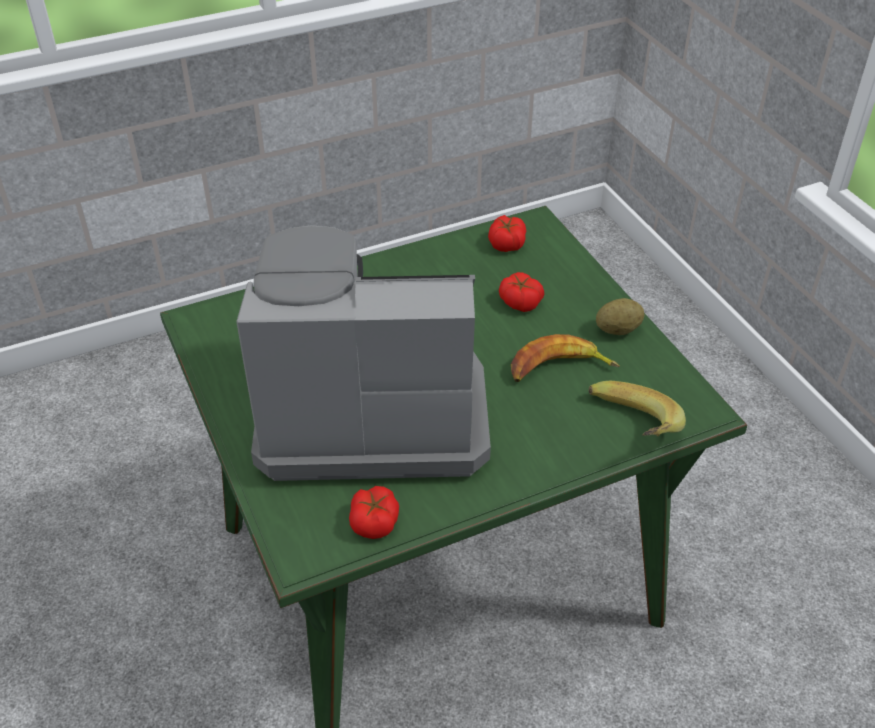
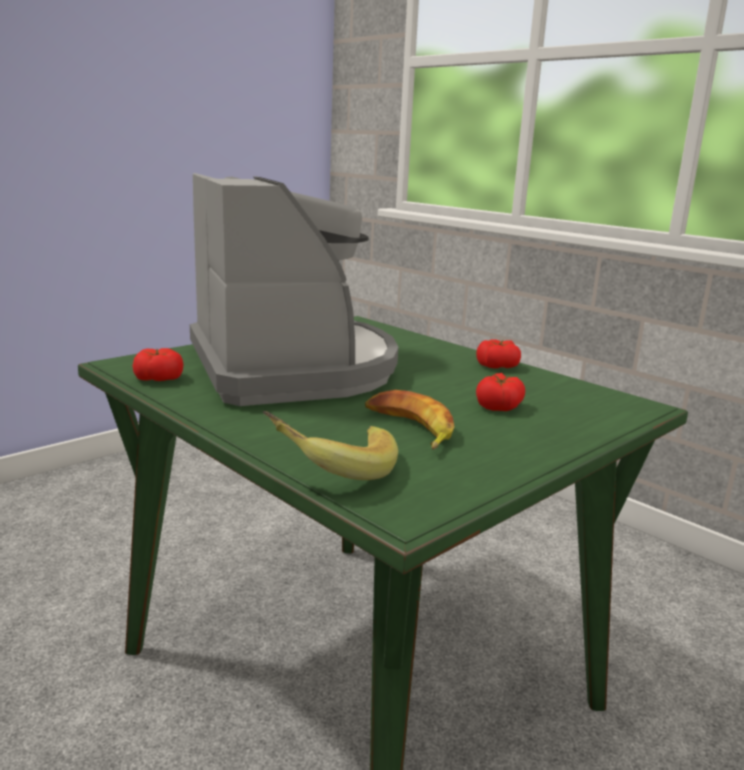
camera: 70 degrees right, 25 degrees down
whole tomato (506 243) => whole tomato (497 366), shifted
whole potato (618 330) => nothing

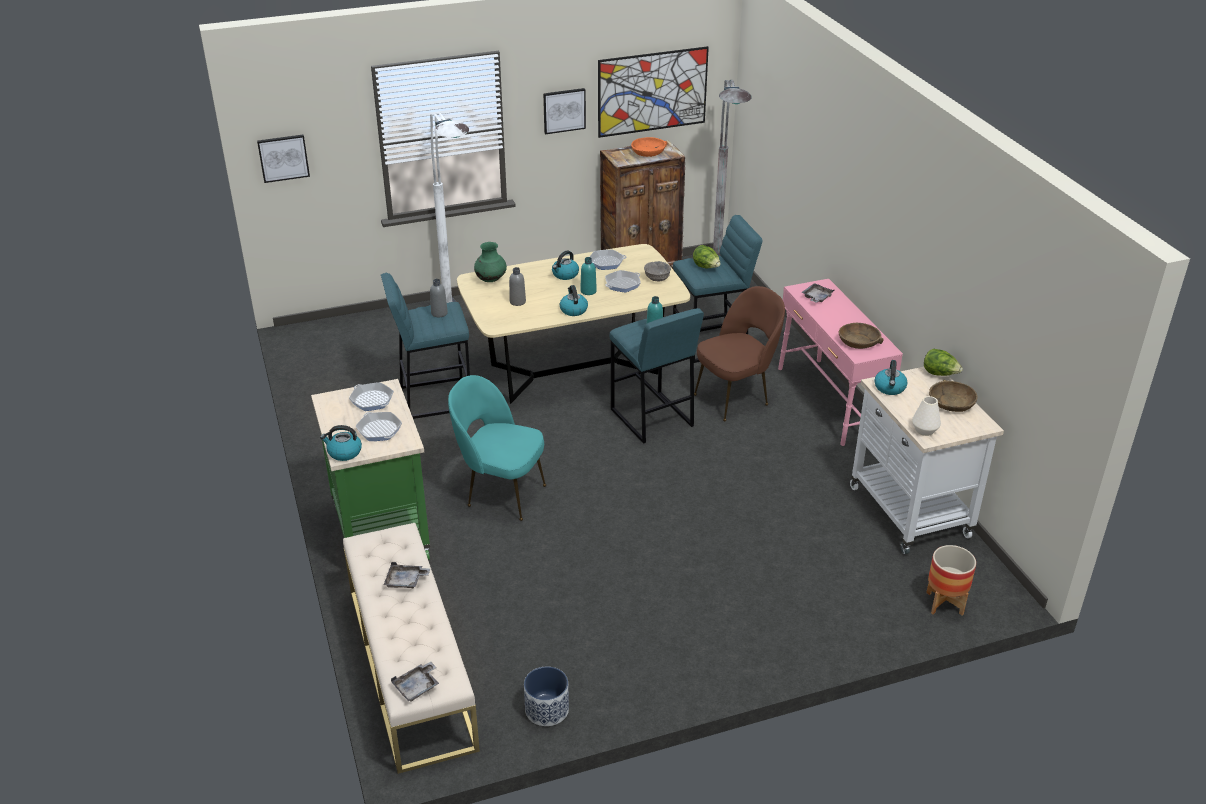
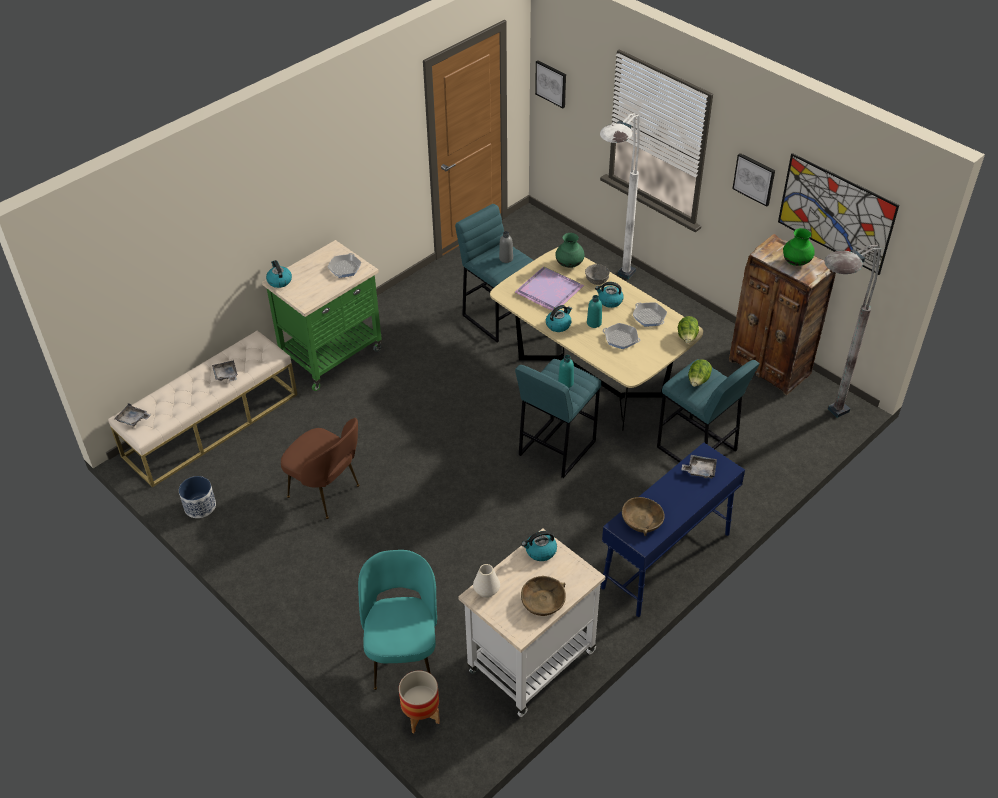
camera: 65 degrees right, 10 degrees up
chair (brownish) (736 398) => chair (brownish) (328 494), shifted
chair (blue-green) (501 494) => chair (blue-green) (403 656), shifted
beverage bottle (grey) (517 302) => carrying tray (purplish) (547 291)
deep dish (grey) (657 278) => deep dish (grey) (597 280), shifted
console table (pink-coloured) (829 401) => console table (blue-coloured) (665 560)
head of lettuce (940 374) => head of lettuce (687 338), shifted
deep dish (orangey) (648 152) => decorative vase (green-coloured) (796 262)
frying pan (379 430) => nothing

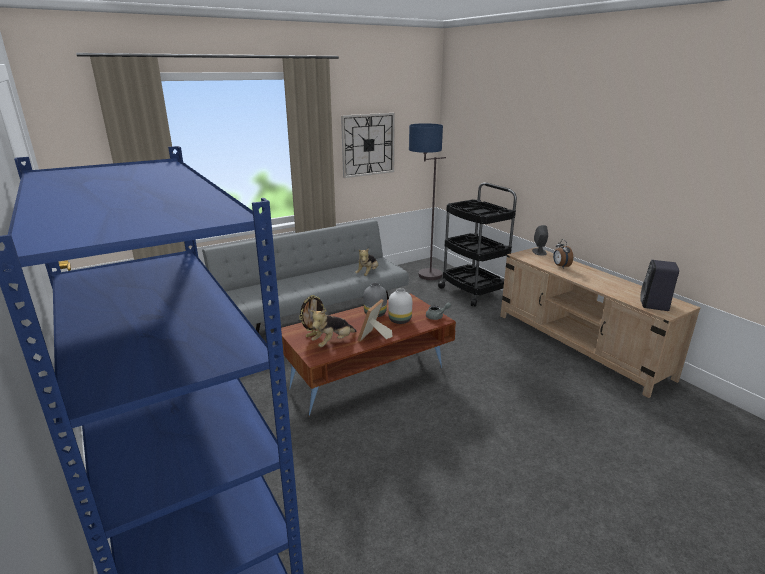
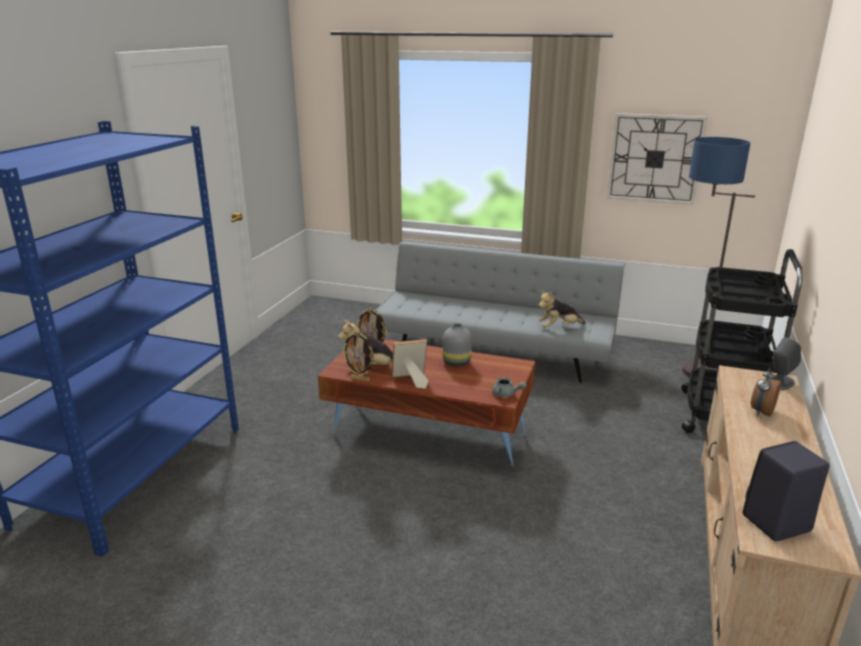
camera: 50 degrees right, 0 degrees up
nothing => standing frame (360 379)
decorative vase (white) (400 320) => nothing

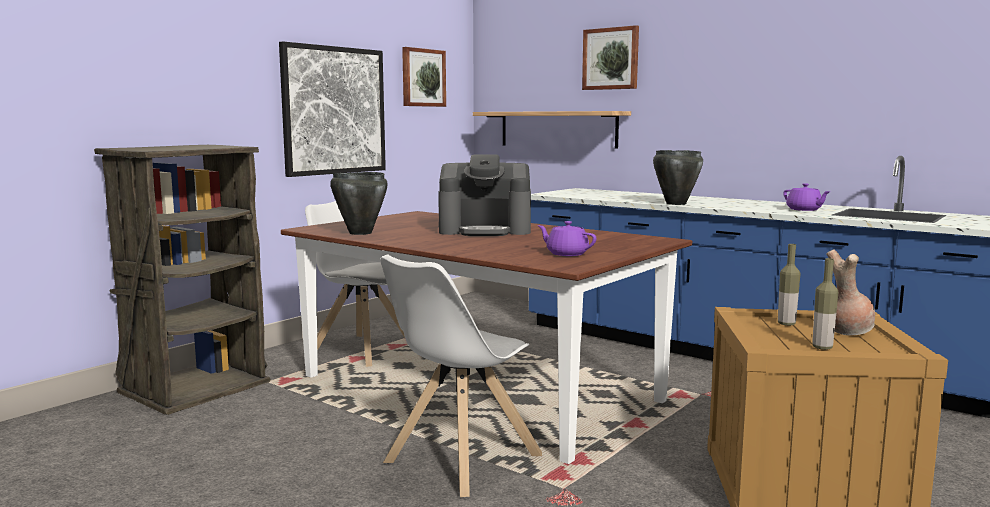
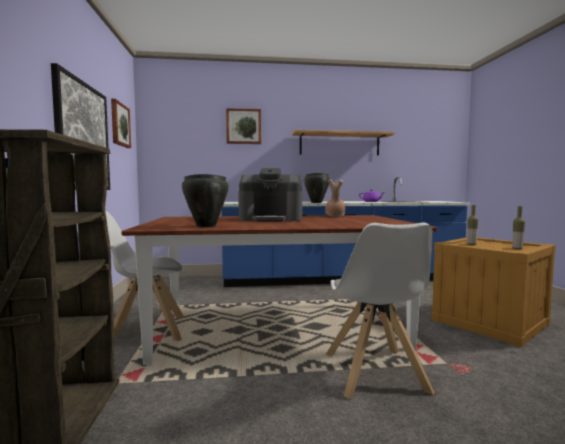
camera: 45 degrees left, 5 degrees down
coffee maker (485 230) => coffee maker (271 219), 45 degrees clockwise
wall shelf (557 129) => wall shelf (339 144), shifted
decorative vase (brownish) (846 331) => decorative vase (brownish) (334 216), shifted
pot for tea (purplish) (566 254) => nothing

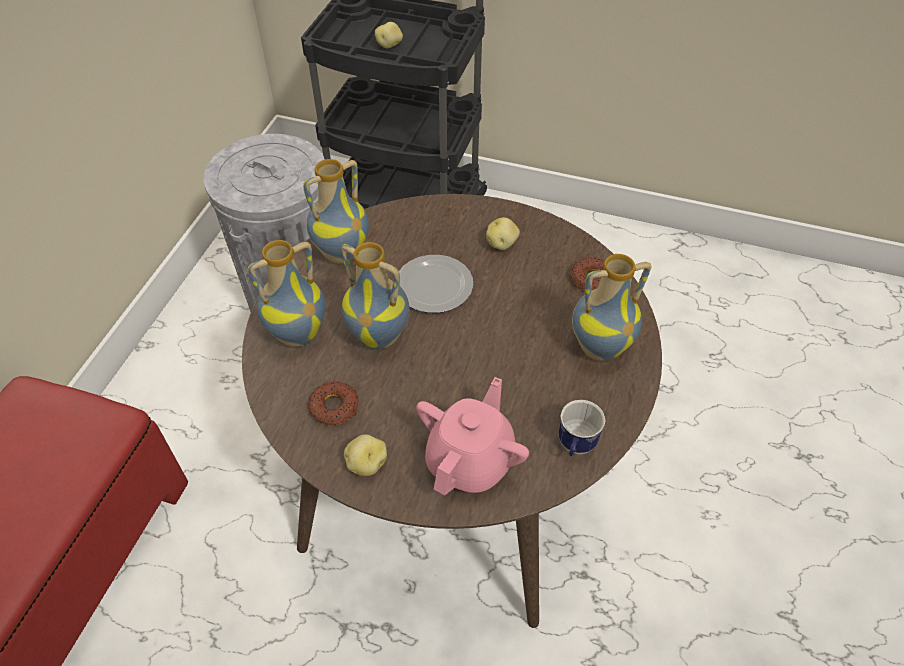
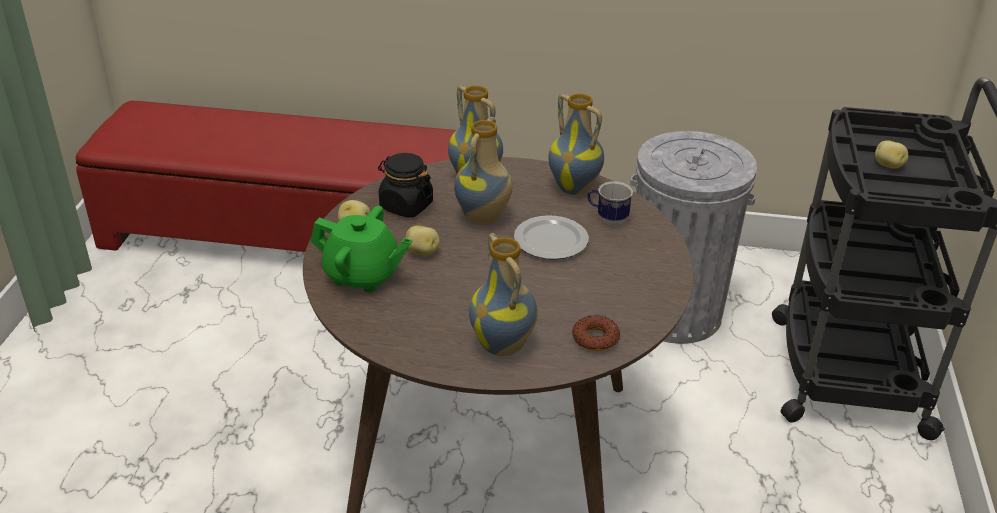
camera: 80 degrees right, 15 degrees down
pot for tea (pink-coloured) (470 460) => pot for tea (green-coloured) (362 275)
doughnut (334 407) => jar (blackish) (406 206)
whole potato (502 244) => whole potato (422 252), shifted
coffee mug (575 446) => coffee mug (607 219), shifted

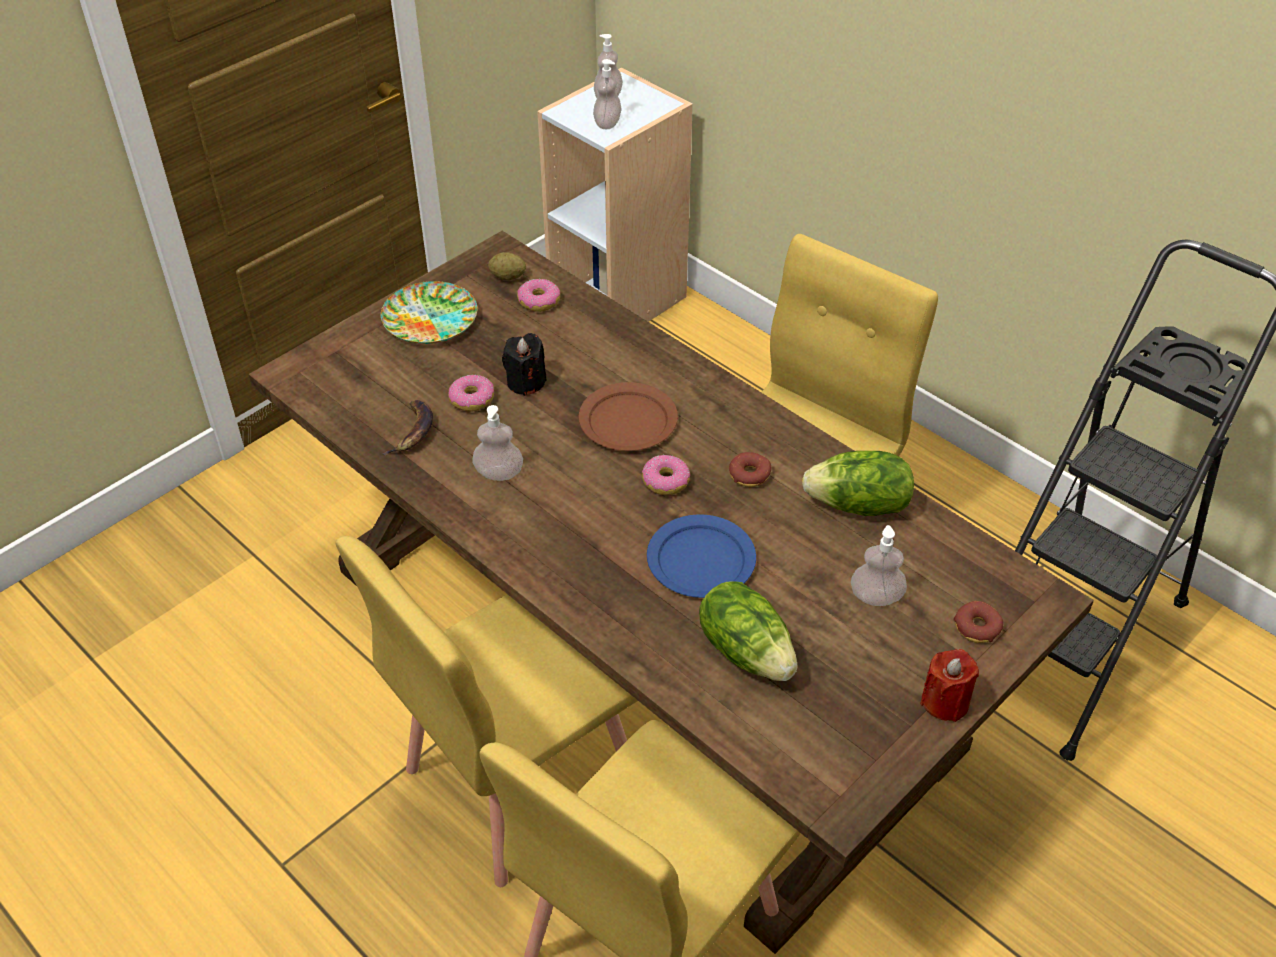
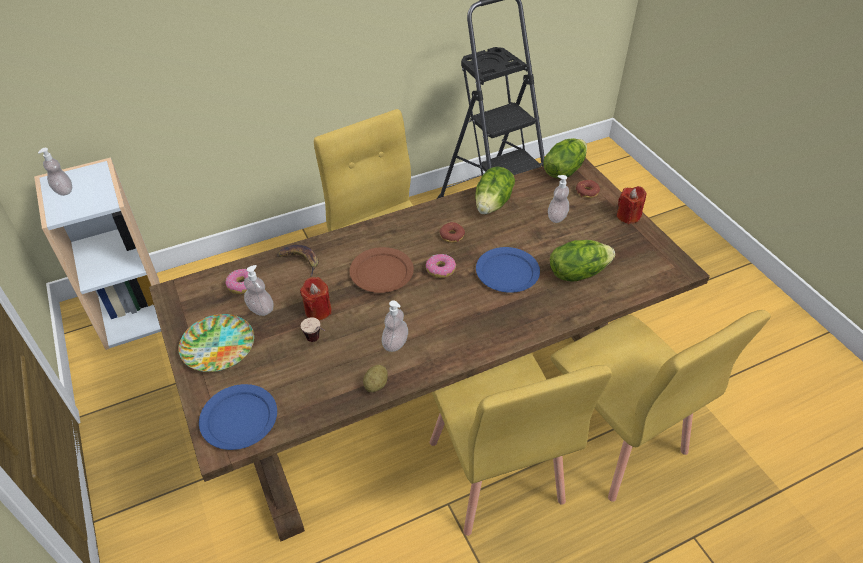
camera: 70 degrees left, 0 degrees up
nothing => flat dish (blue-coloured) (240 418)
soap bottle (607 123) => soap bottle (261 309), shifted
banana fruit (413 432) => banana fruit (300 260), shifted
wax candle (blackish) (526 382) => wax candle (red) (318 310)
doughnut (472 399) => drinking cup (317 341)
whole potato (508 277) => whole potato (376 385), shifted
nothing => head of lettuce (563 170)

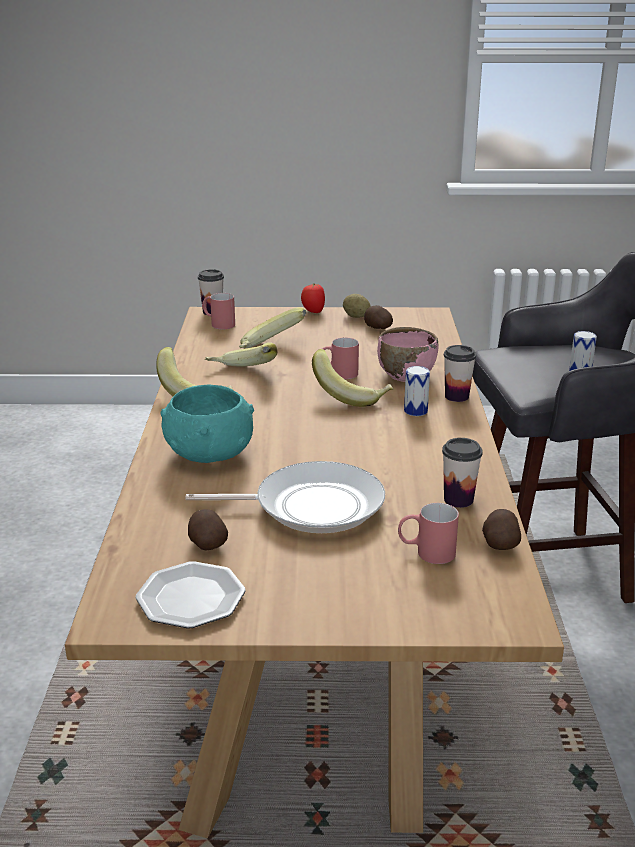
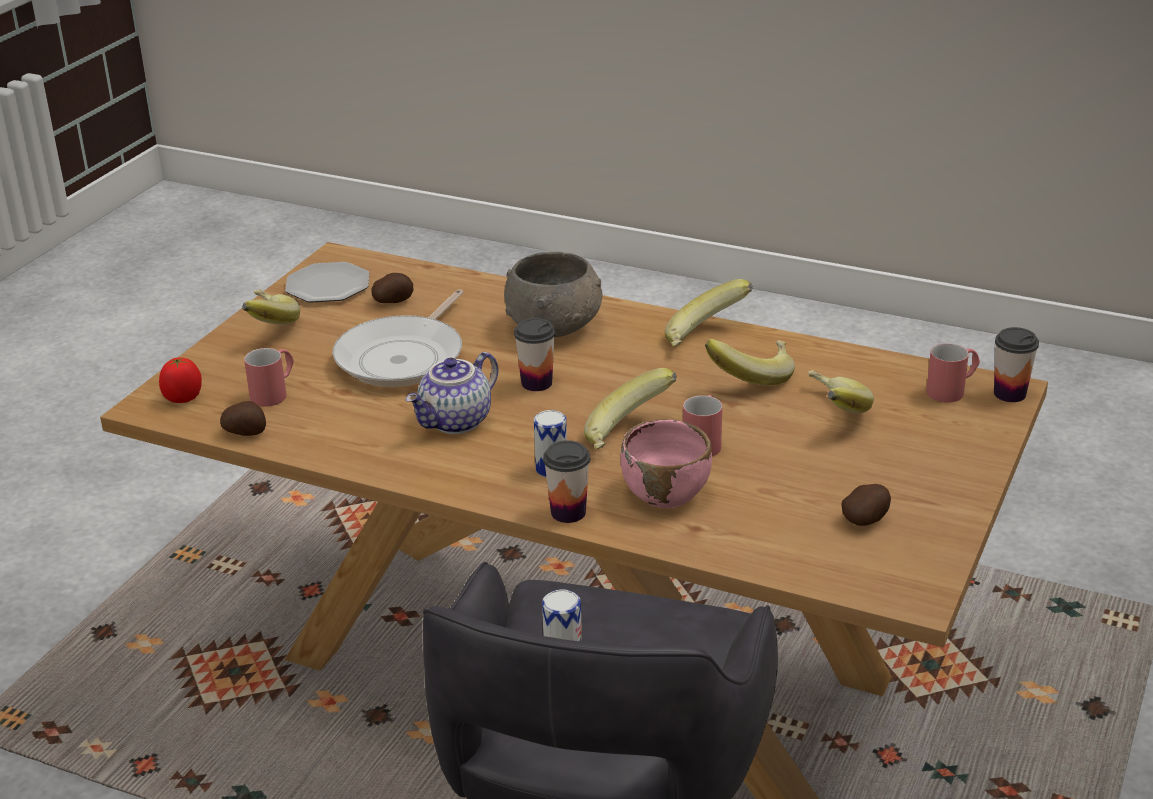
camera: 115 degrees right, 5 degrees up
whole tomato (313 312) => whole tomato (183 399), shifted
nothing => banana fruit (265 326)
nothing => pot for tea (456 422)
deep dish (blue-green) (209 453) => deep dish (grey) (555 326)
drinking cup (458 500) => drinking cup (536 383), shifted
whole potato (356 317) => nothing

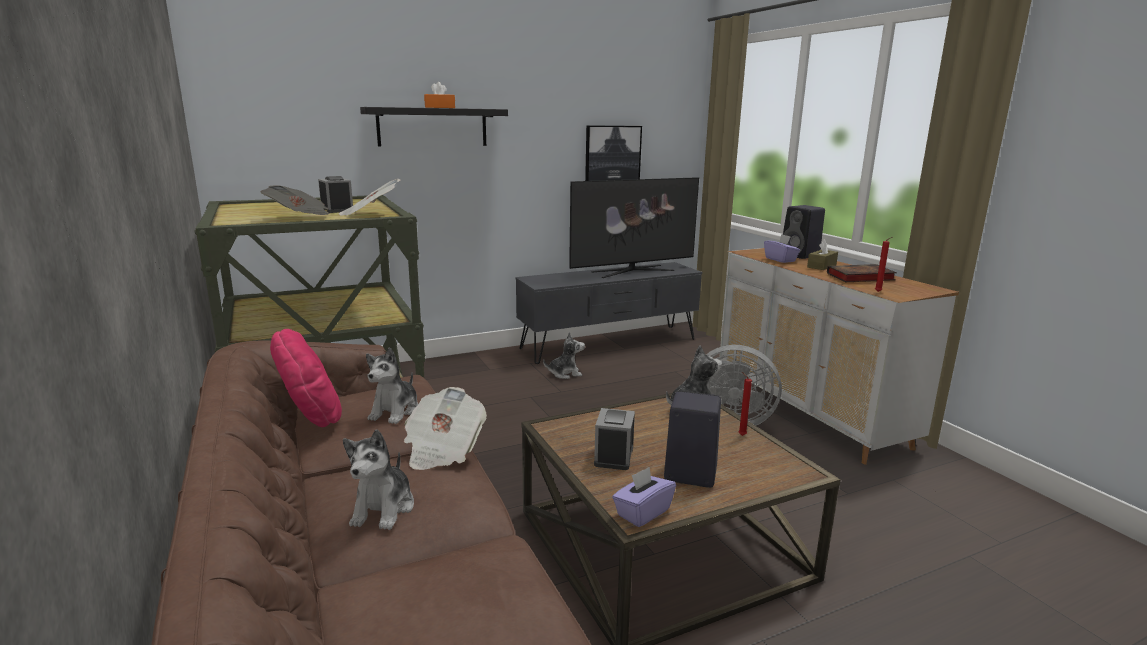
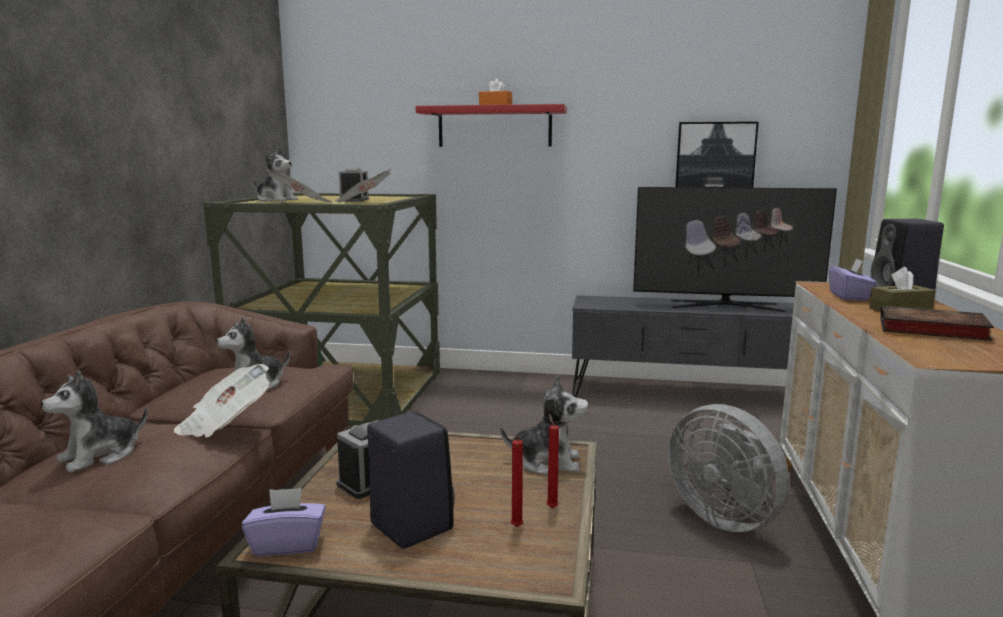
camera: 35 degrees right, 5 degrees down
cuddly toy (565 374) => cuddly toy (276 200), shifted
wall shelf (blackish) (432 127) => wall shelf (red) (494 127)
wax candle (red) (879 292) => wax candle (red) (516 528), shifted
cushion (pink-coloured) (311 421) => nothing

